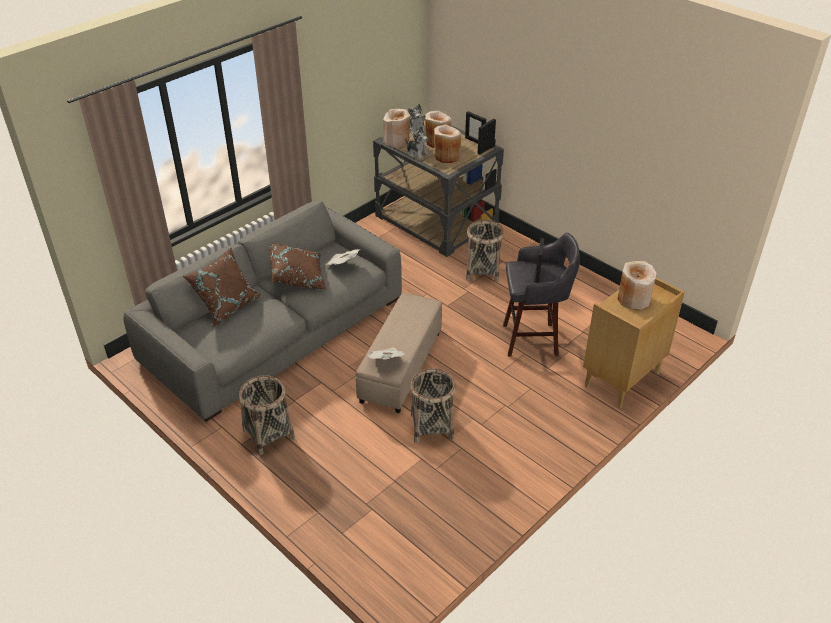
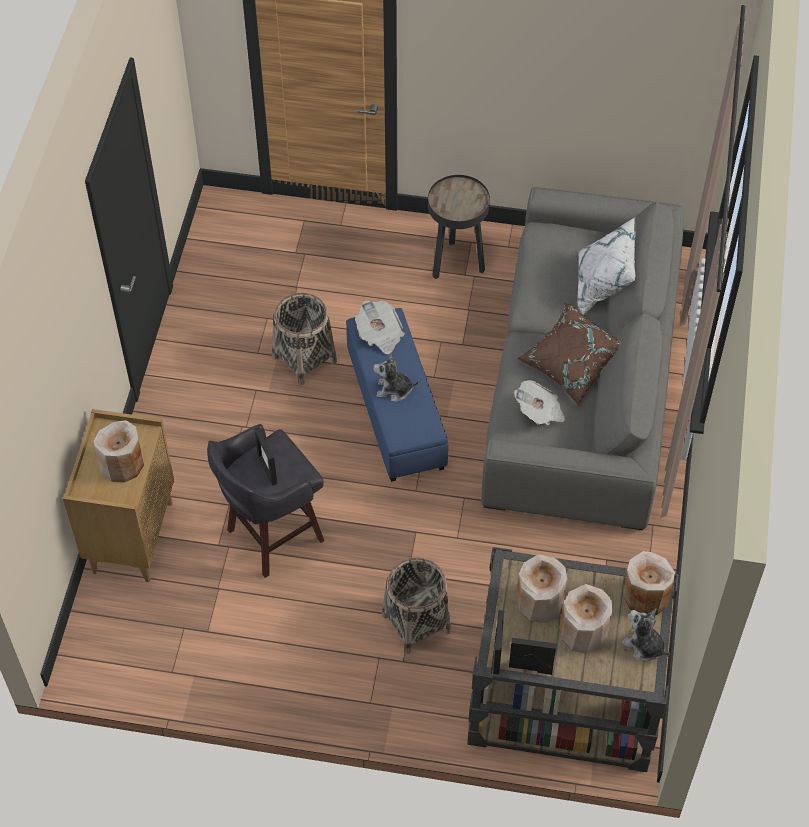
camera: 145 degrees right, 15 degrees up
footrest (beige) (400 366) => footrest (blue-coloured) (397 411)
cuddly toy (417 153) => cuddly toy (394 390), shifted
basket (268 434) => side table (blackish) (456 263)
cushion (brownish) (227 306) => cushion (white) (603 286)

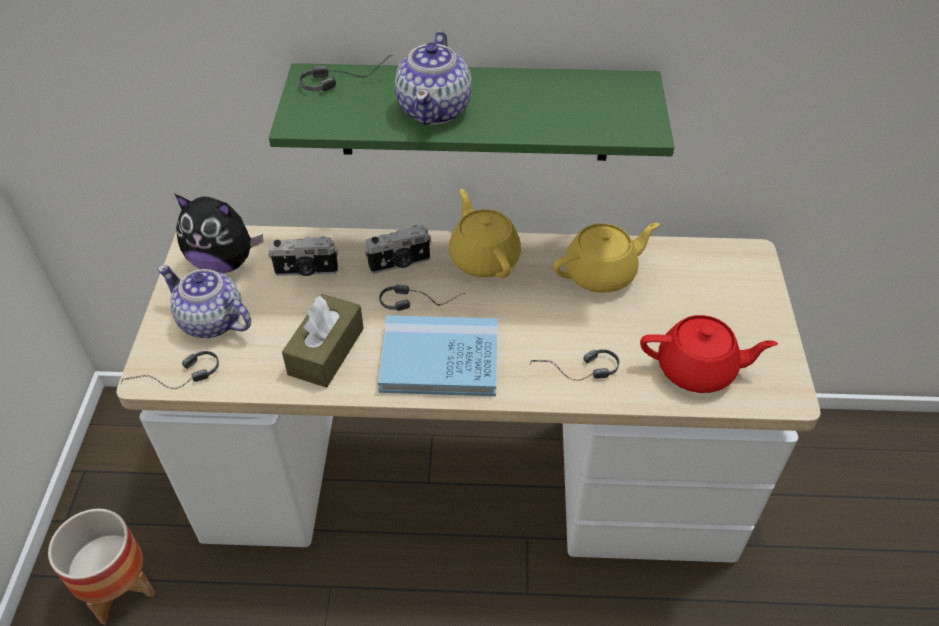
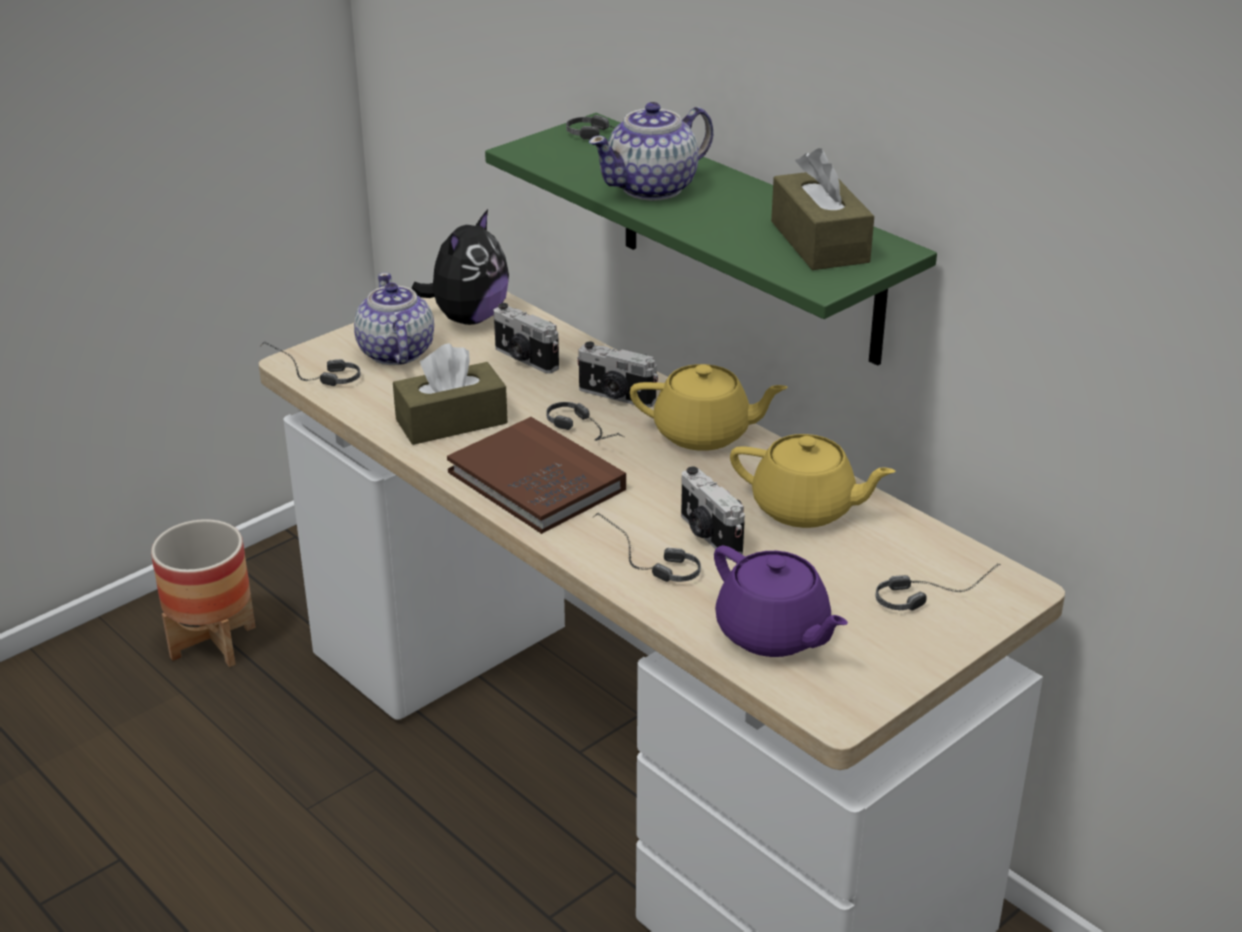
camera: 45 degrees right, 15 degrees down
cuddly toy (224 262) => cuddly toy (468 318), 120 degrees counterclockwise
volume (blue-coloured) (440 359) => volume (brownish) (536 481)
pot for tea (yellowish) (484 258) => pot for tea (yellowish) (704 434), 75 degrees clockwise
nothing => still camera (708 535)
pot for tea (red) (697 369) => pot for tea (purplish) (773 634)
nothing => tissue holder (brownish) (819 242)
nothing => pair of headphones (933 592)

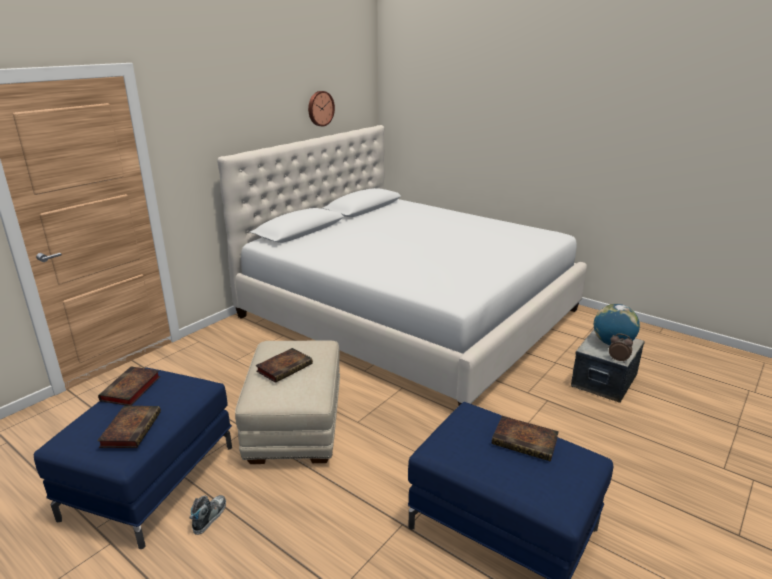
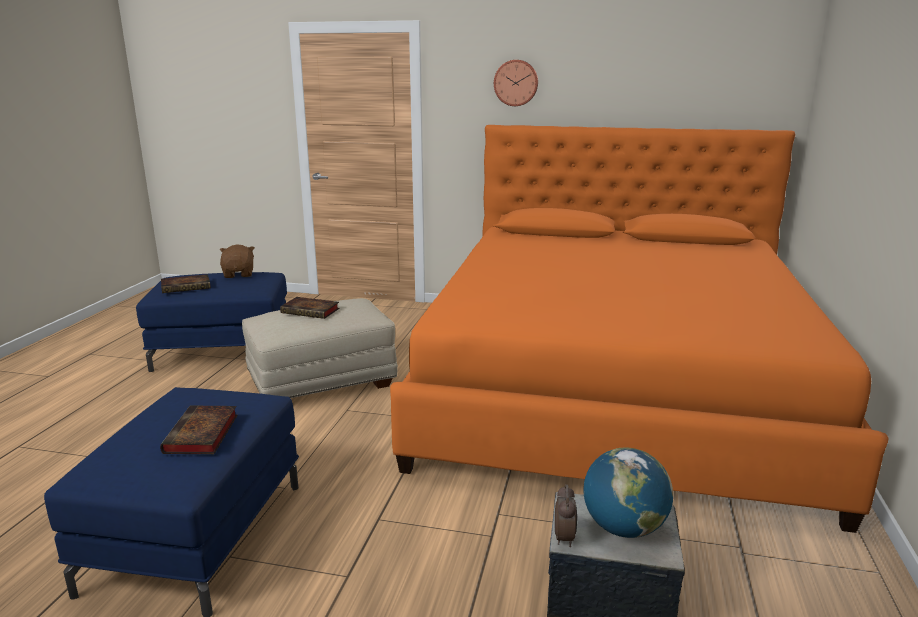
camera: 65 degrees right, 5 degrees down
volume (130 390) => cuddly toy (brownish) (239 274)
bed (white) (409 313) => bed (orangey) (614 386)
wall clock (320 108) => wall clock (516 83), shifted
shoe (209 516) => nothing

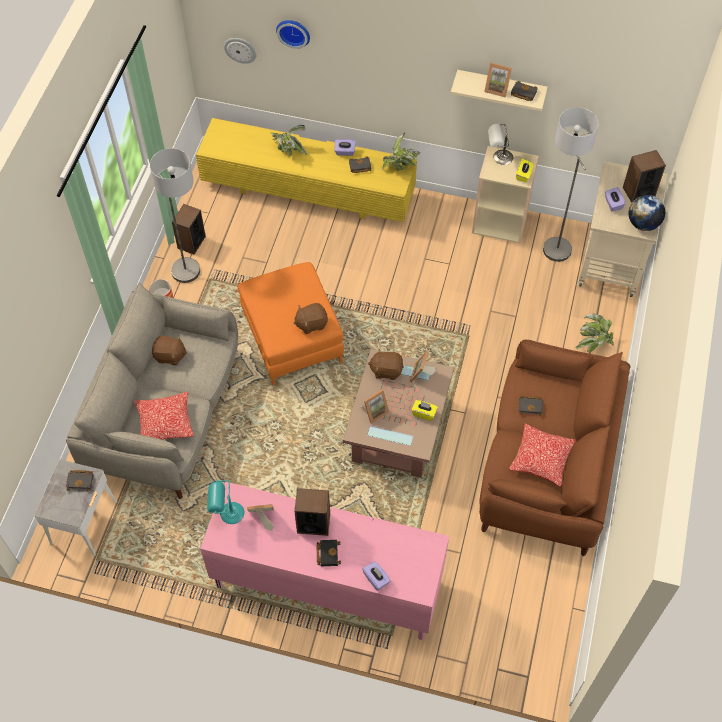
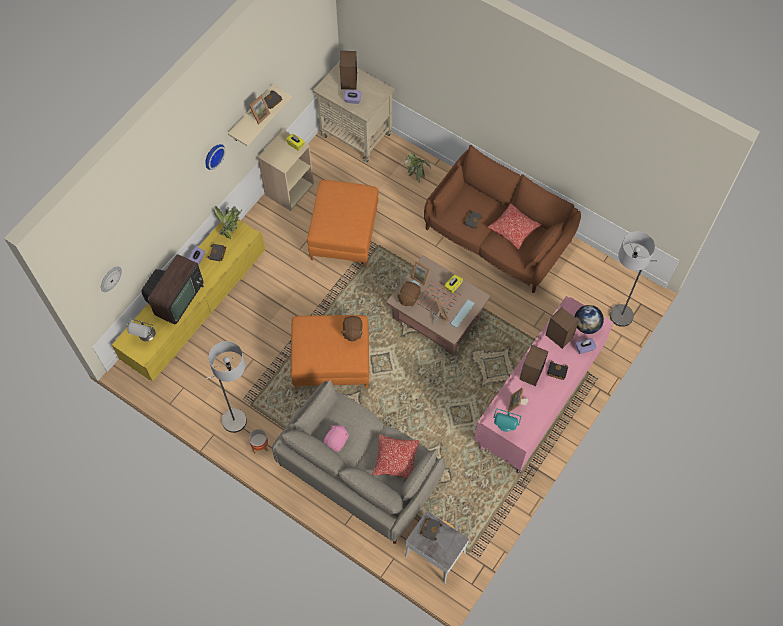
camera: 70 degrees left, 5 degrees up
tabletop lamp (white) (498 157) => tabletop lamp (white) (146 337), shifted
plant in a pot (289 150) => television (176 298)
wall clock (294 31) => wall clock (213 155), shifted
nothing => footrest (orangey) (344 234)
cuddly toy (brownish) (170 356) => cuddly toy (pink-coloured) (336 441)
speaker (191 242) => speaker (559 336), shifted
globe (643 224) => globe (586 325), shifted
standard lamp (grey) (553 243) => standard lamp (grey) (614 316), shifted

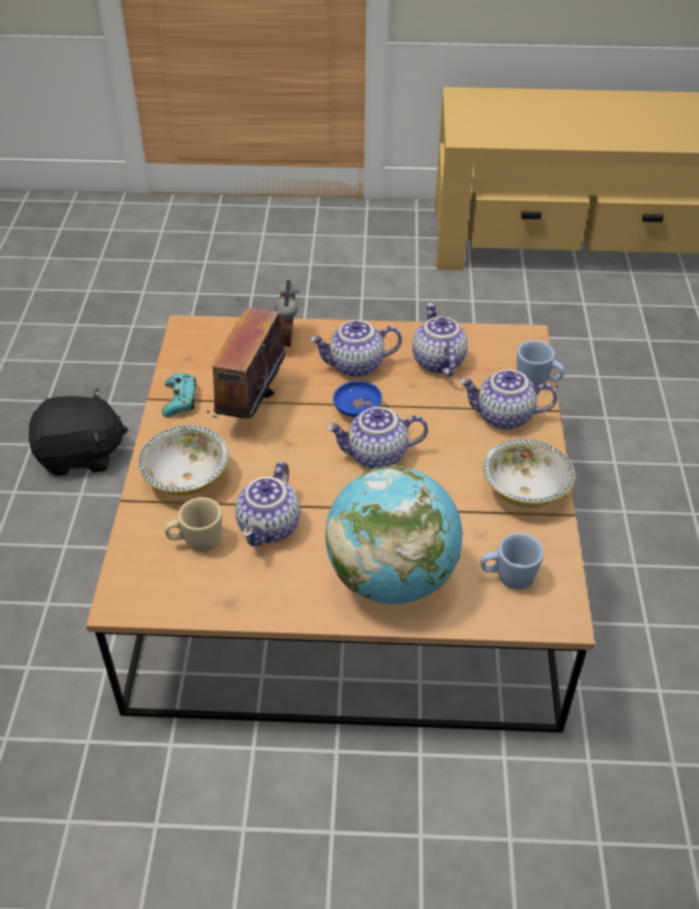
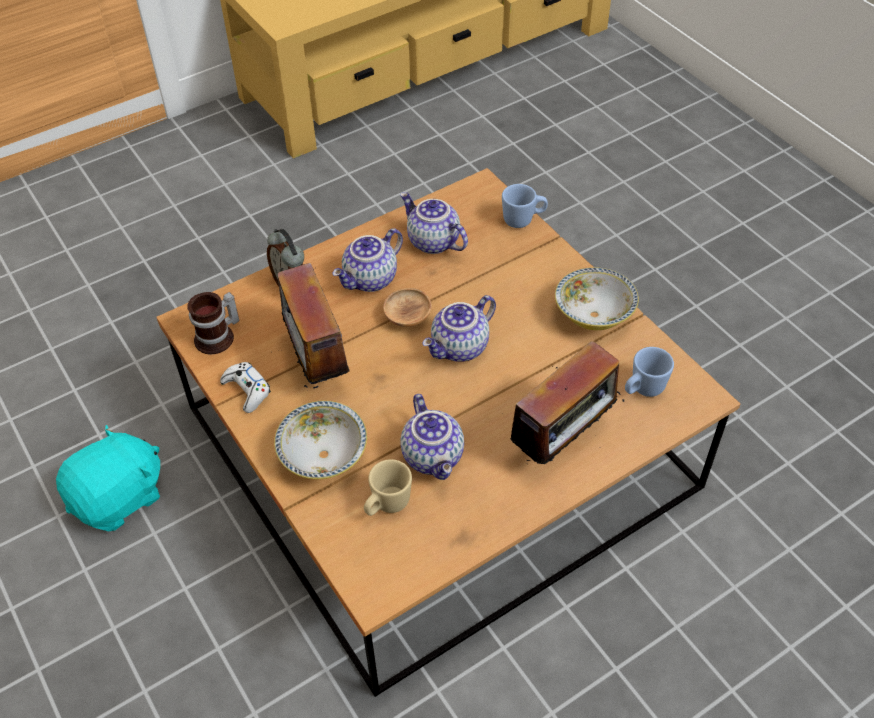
camera: 35 degrees left, 5 degrees up
cuddly toy (blackish) (81 455) => cuddly toy (blue-green) (119 498)
nothing => coffee mug (218 338)
gamepad (blue-green) (180 400) => gamepad (white) (247 390)
deep dish (blue-coloured) (357 410) => deep dish (brownish) (408 317)
globe (391 577) => radio receiver (563 440)
pot for tea (503 417) => nothing

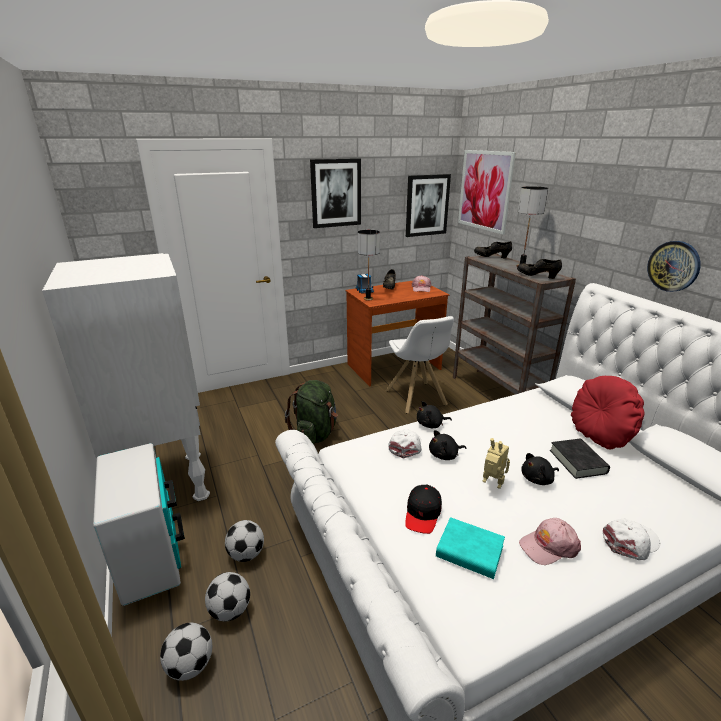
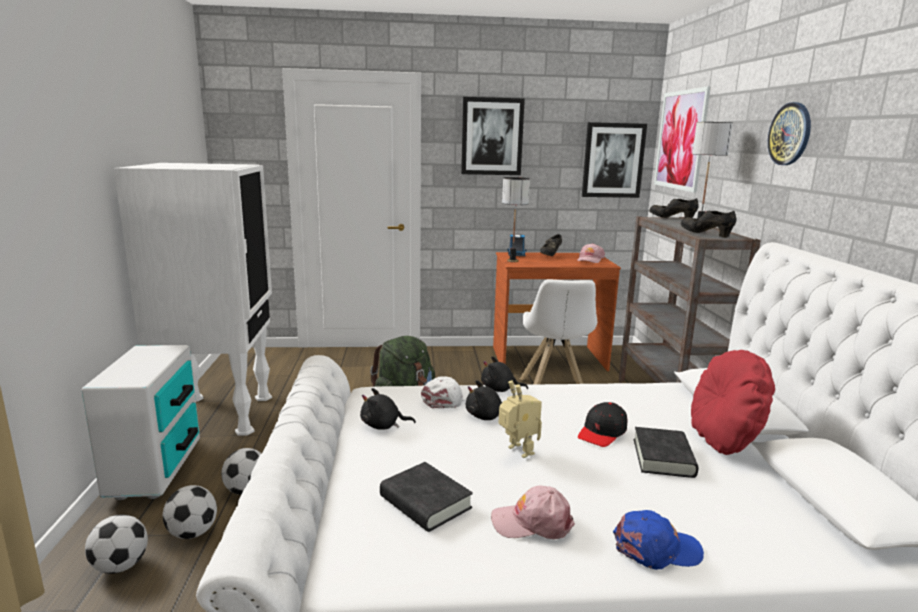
camera: 20 degrees right, 10 degrees down
cuddly toy (blackish) (538 479) => cuddly toy (blackish) (383 425), shifted
volume (blue-green) (469 552) => volume (blackish) (425 502)
peaked cap (blackish) (423 514) => peaked cap (blackish) (602 432), shifted
peaked cap (white) (630 542) => peaked cap (blue-coloured) (656 549)
wall clock (673 266) => wall clock (790 134), shifted

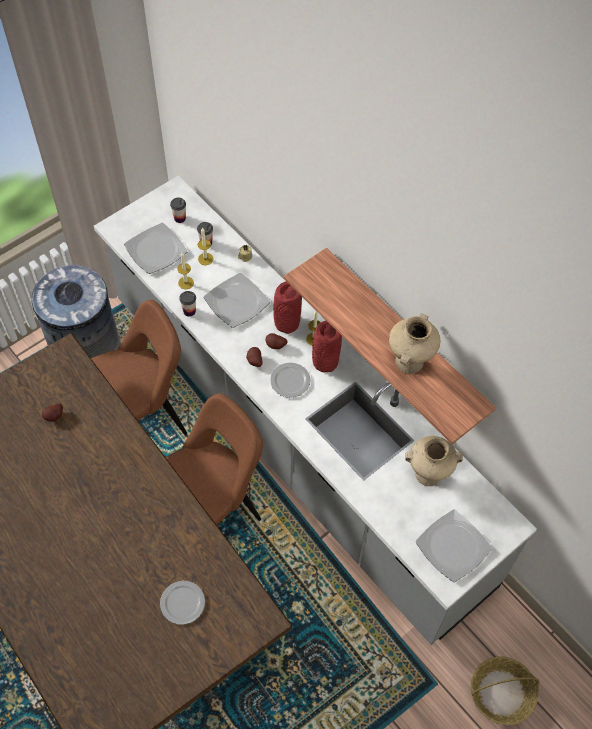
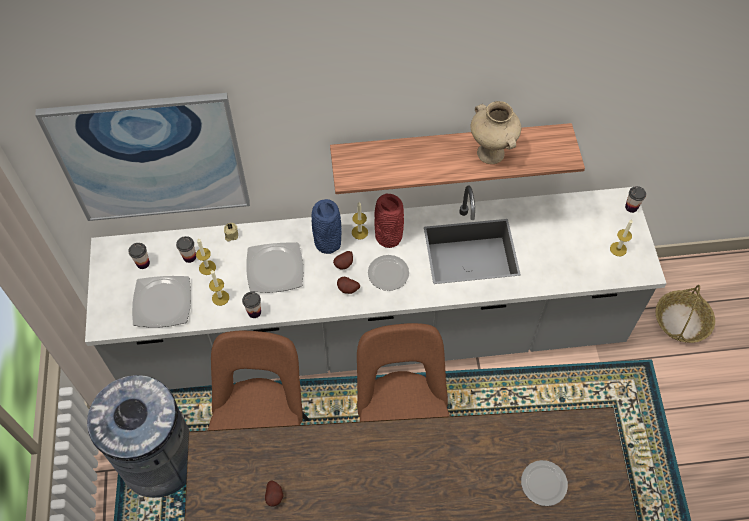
camera: 55 degrees left, 0 degrees up
nothing => wall art (152 158)
decorative vase (red) (286 323) => decorative vase (blue-coloured) (328 244)
flat dish (453 547) => wax candle (618 249)
nothing => drinking cup (631 207)
decorative vase (beige) (427 475) => nothing

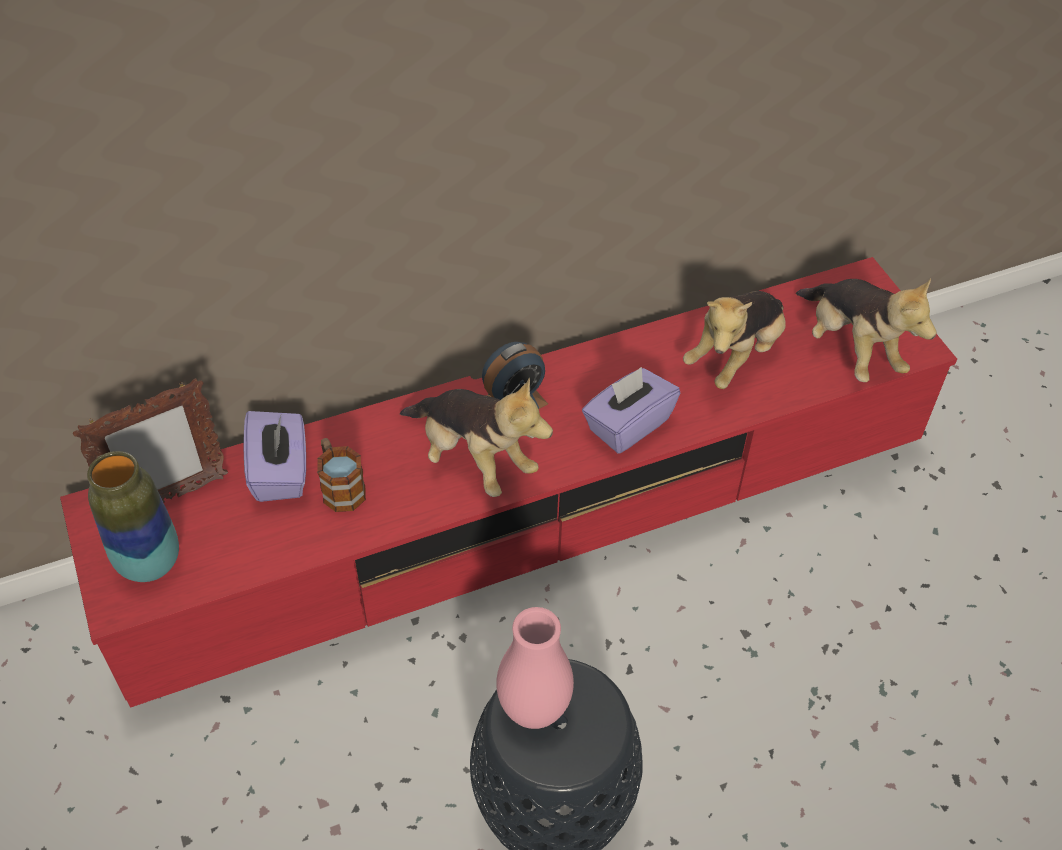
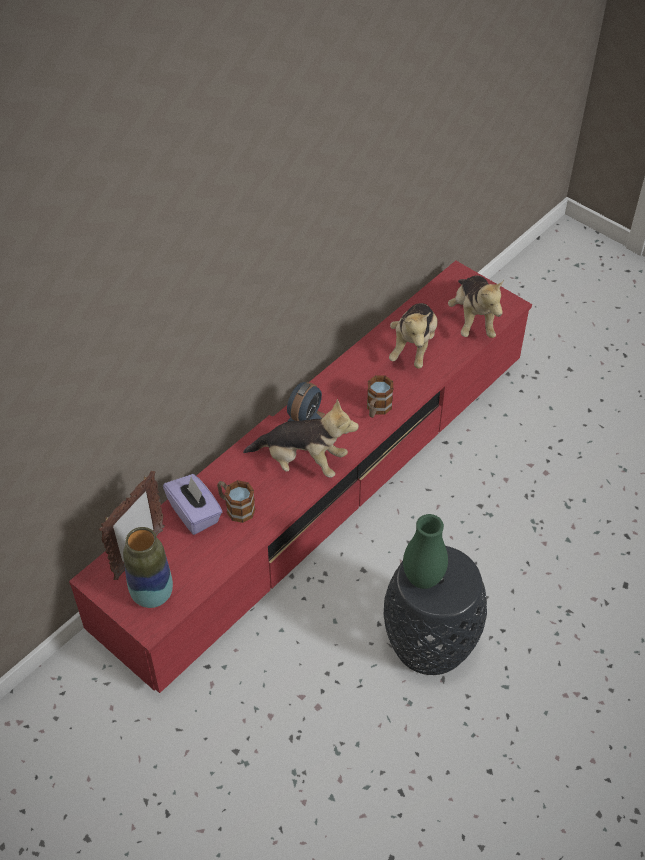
camera: 25 degrees left, 0 degrees up
tissue holder (purplish) (627 425) => coffee mug (377 409)
decorative vase (pink-coloured) (534 709) => decorative vase (green-coloured) (423 579)
cuddly toy (850 349) => cuddly toy (473 319), 45 degrees clockwise

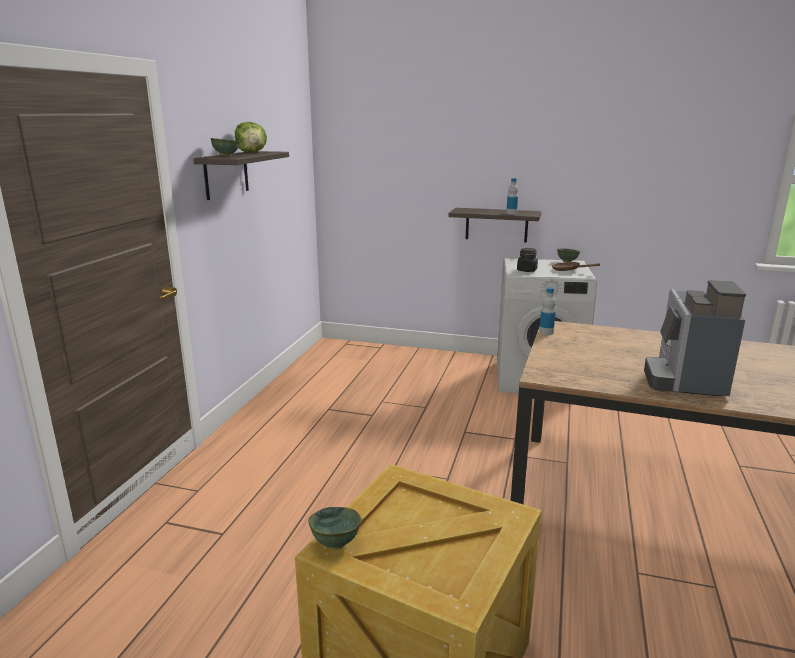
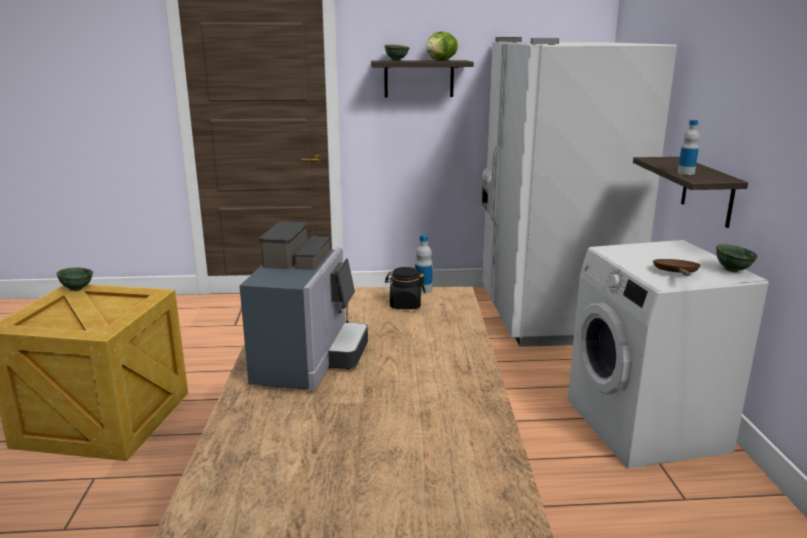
camera: 70 degrees right, 0 degrees up
coffee maker (685 379) => coffee maker (309 361), 105 degrees clockwise
jar (blackish) (527 270) => jar (blackish) (405 305), shifted
nothing => kitchen fridge (white) (550 313)

